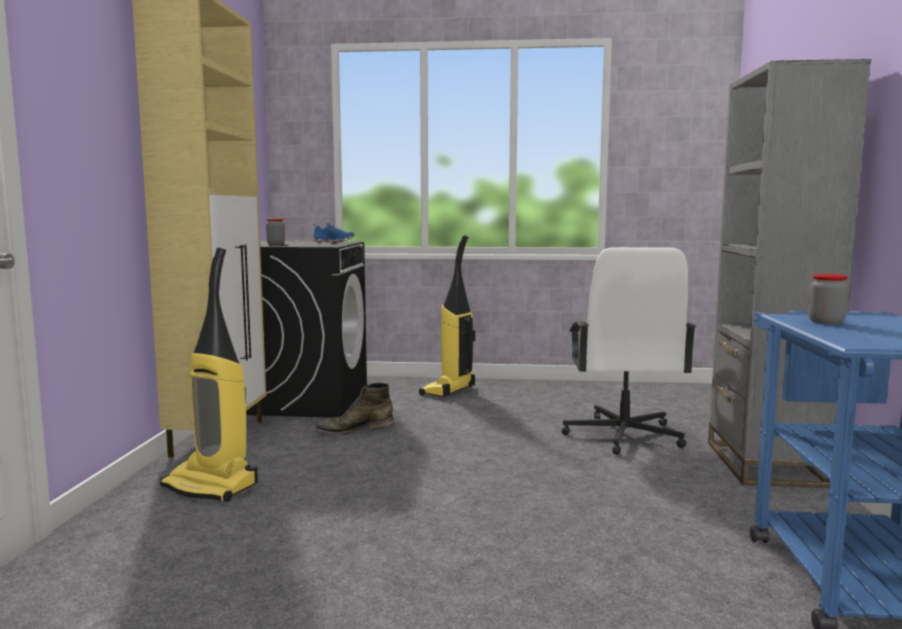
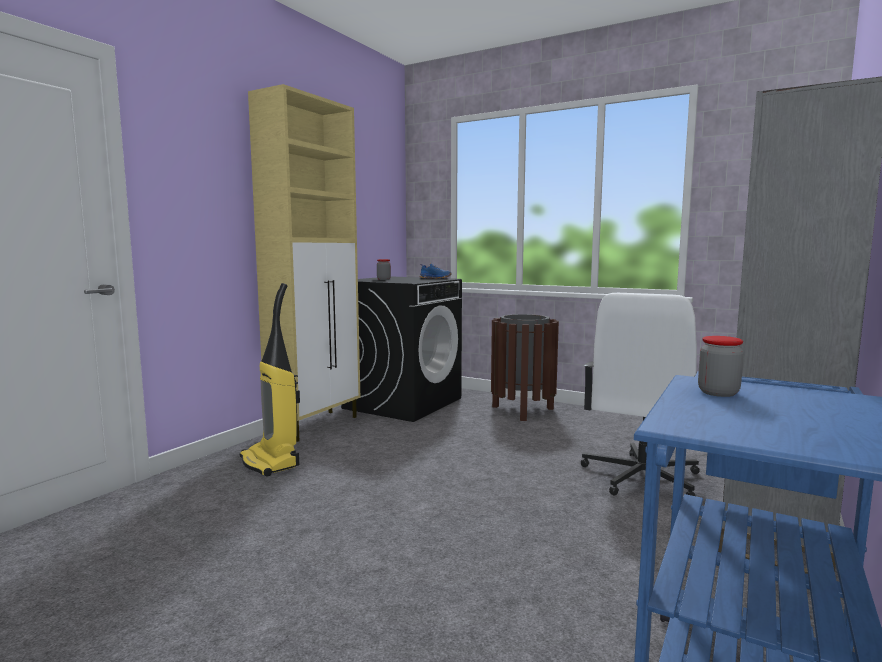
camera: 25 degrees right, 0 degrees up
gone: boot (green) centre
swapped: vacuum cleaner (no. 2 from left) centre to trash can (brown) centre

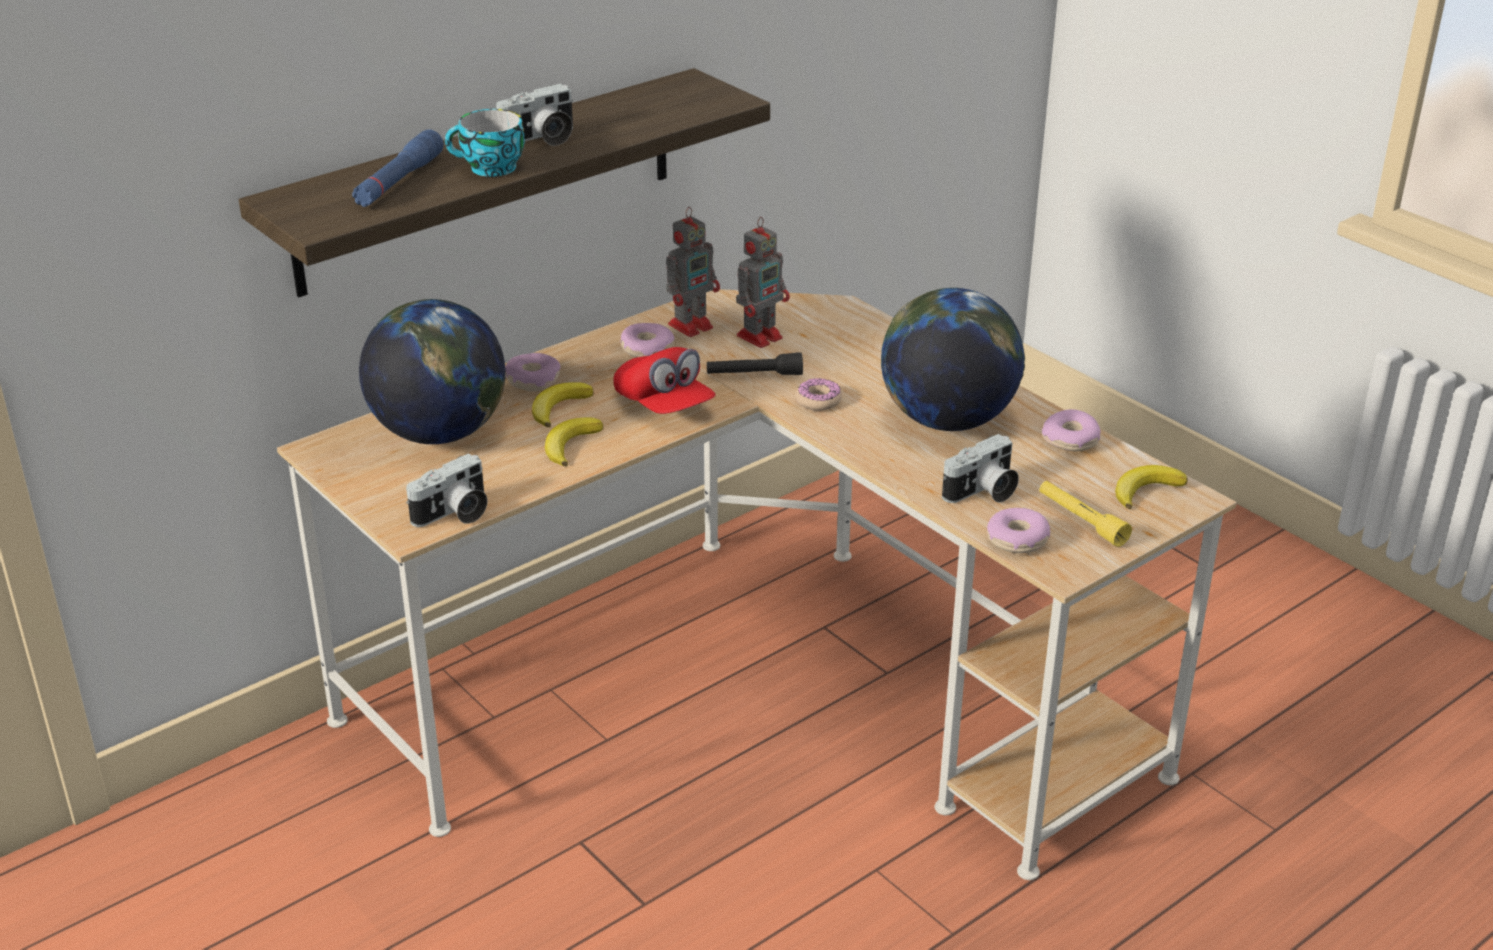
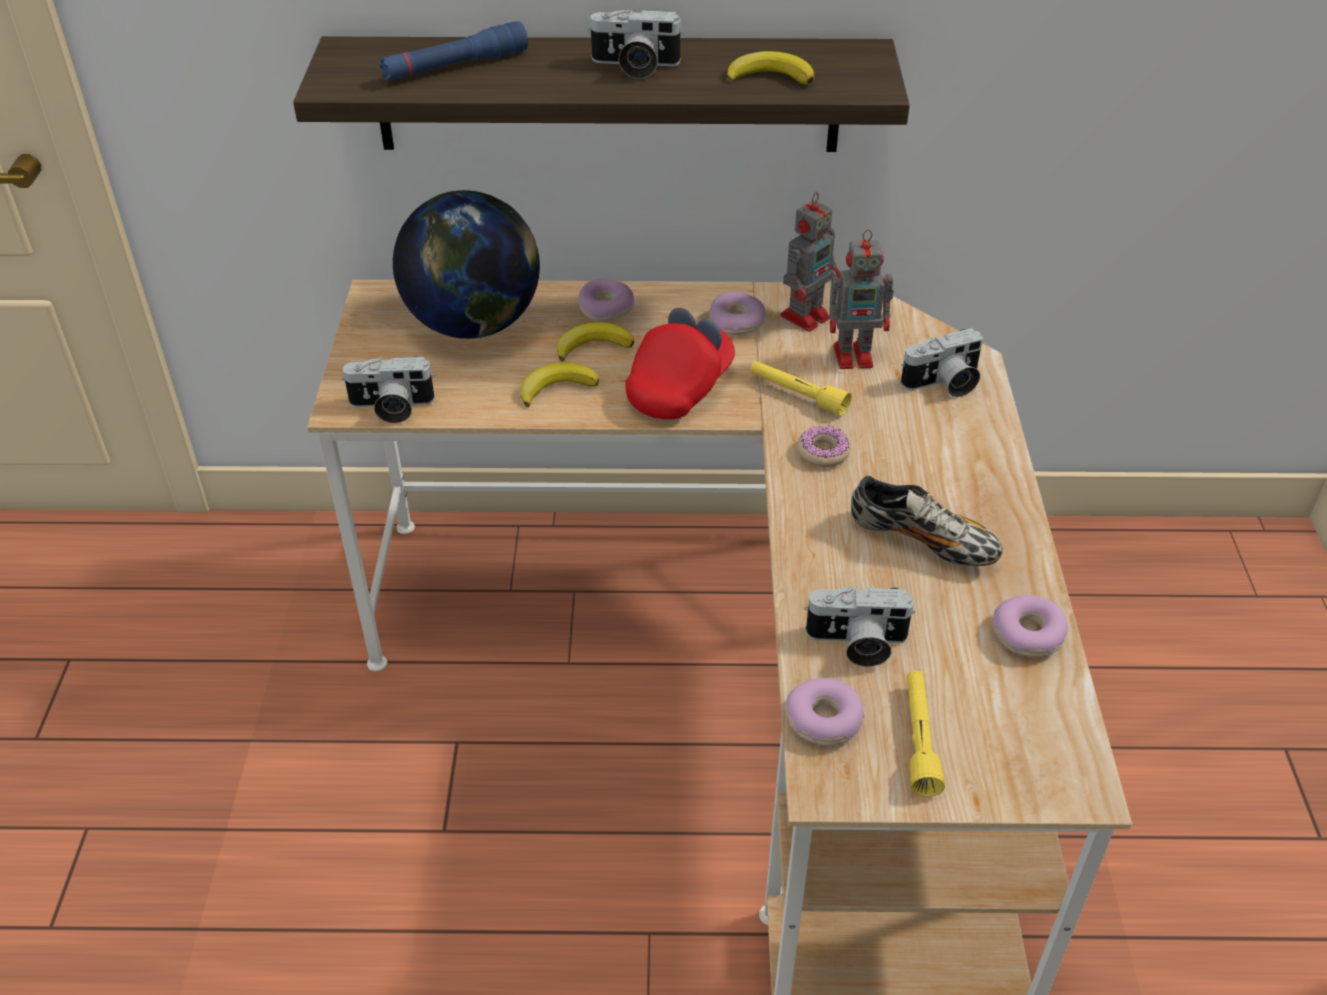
camera: 40 degrees right, 10 degrees up
gone: cup top left
new: photo camera (no. 4 from left) middle right
shifted: banana (no. 3 from left) middle right to top centre
swapped: globe (no. 2 from left) centre to shoe middle right
repainted: flashlight (black) centre to flashlight (yellow) (no. 1 from left) centre
rotated: cap (red) centre = centre 150 degrees counterclockwise; toy robot (no. 1 from left) top centre = top centre 45 degrees counterclockwise

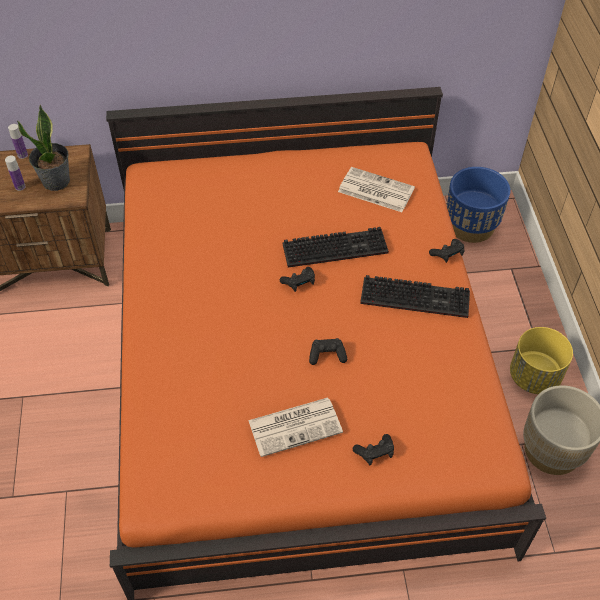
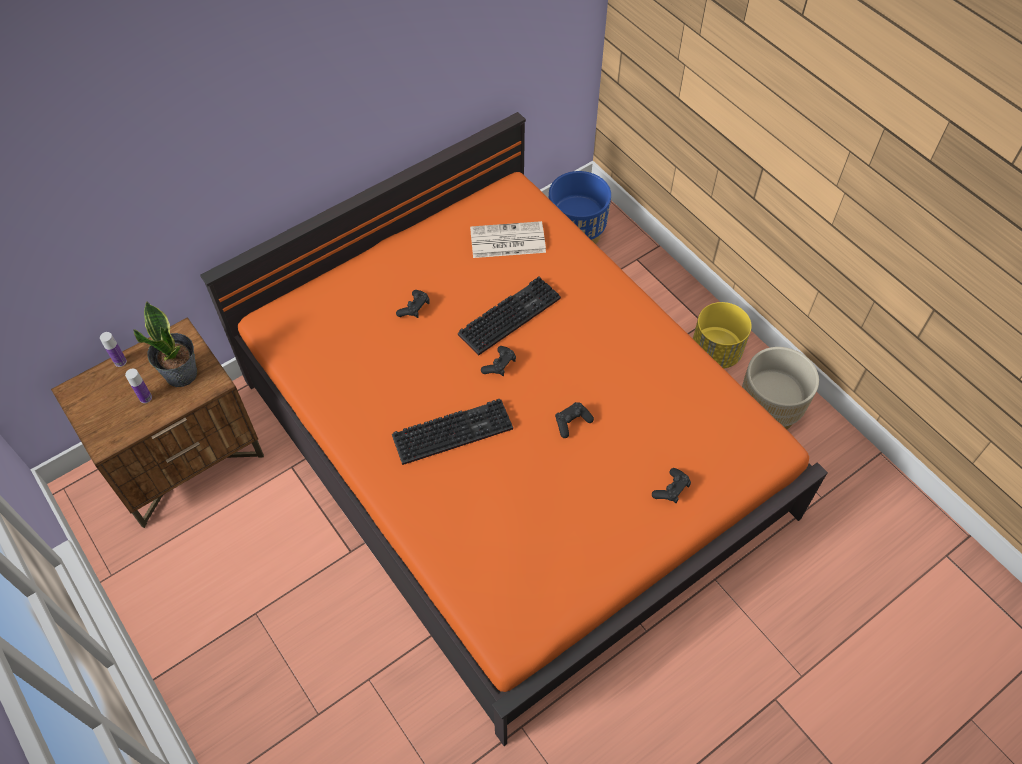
camera: 30 degrees left, 5 degrees up
gone: newspaper (no. 1 from left) bottom centre
shifted: keyboard (no. 2 from left in the first image) middle right to keyboard (no. 1 from left) centre; game controller (black) (no. 4 from left in the first image) middle right to game controller (black) (no. 1 from left) centre

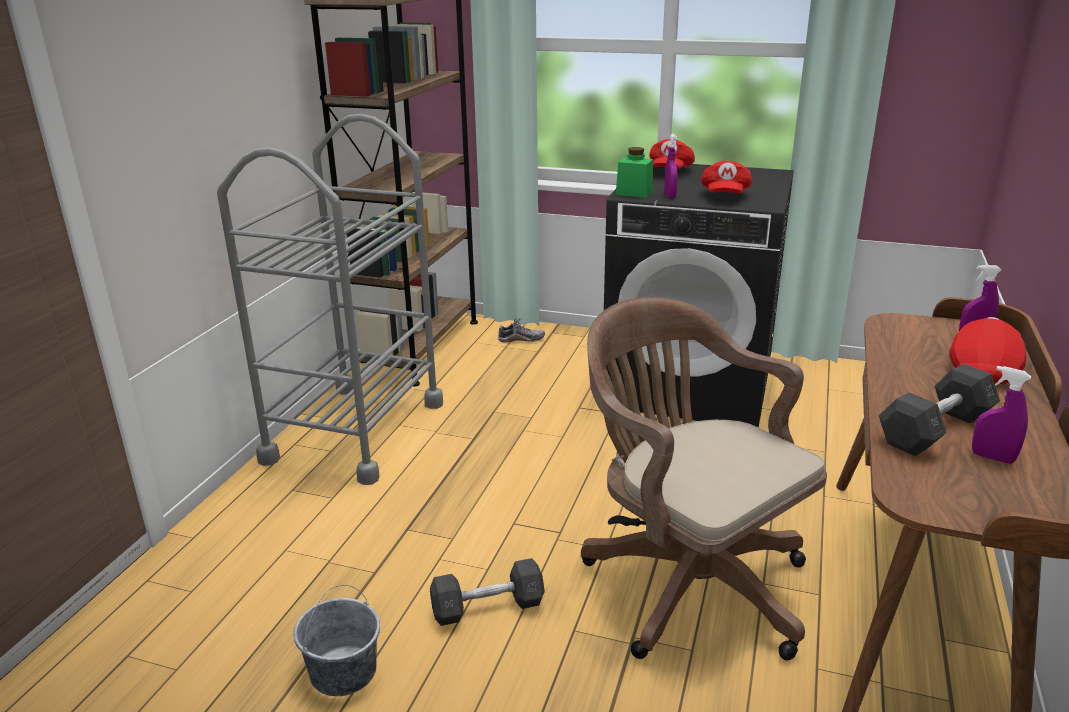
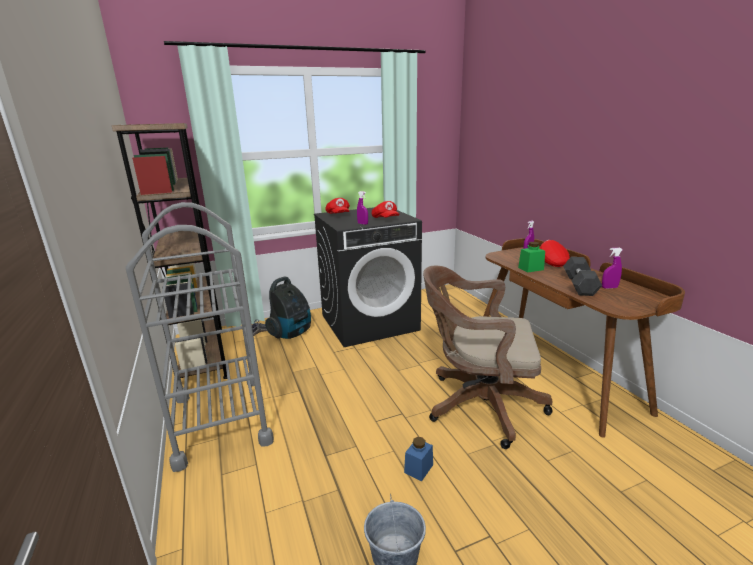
camera: 40 degrees left, 5 degrees down
new: vacuum cleaner centre
shifted: jar (green) top centre to middle right
swapped: dumbbell (grey) (no. 1 from left) bottom centre to jar (blue) bottom centre

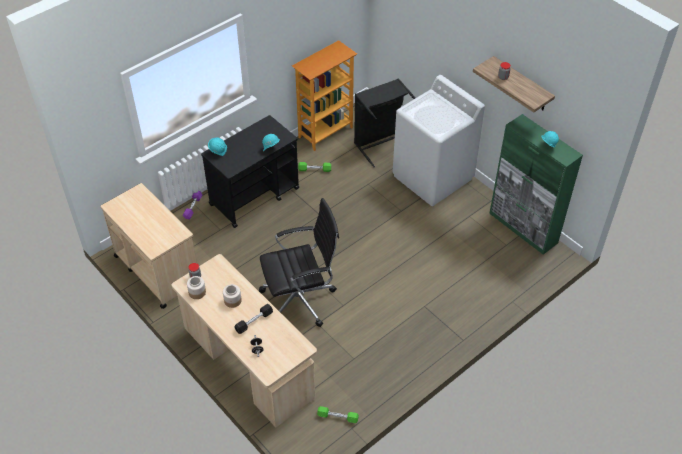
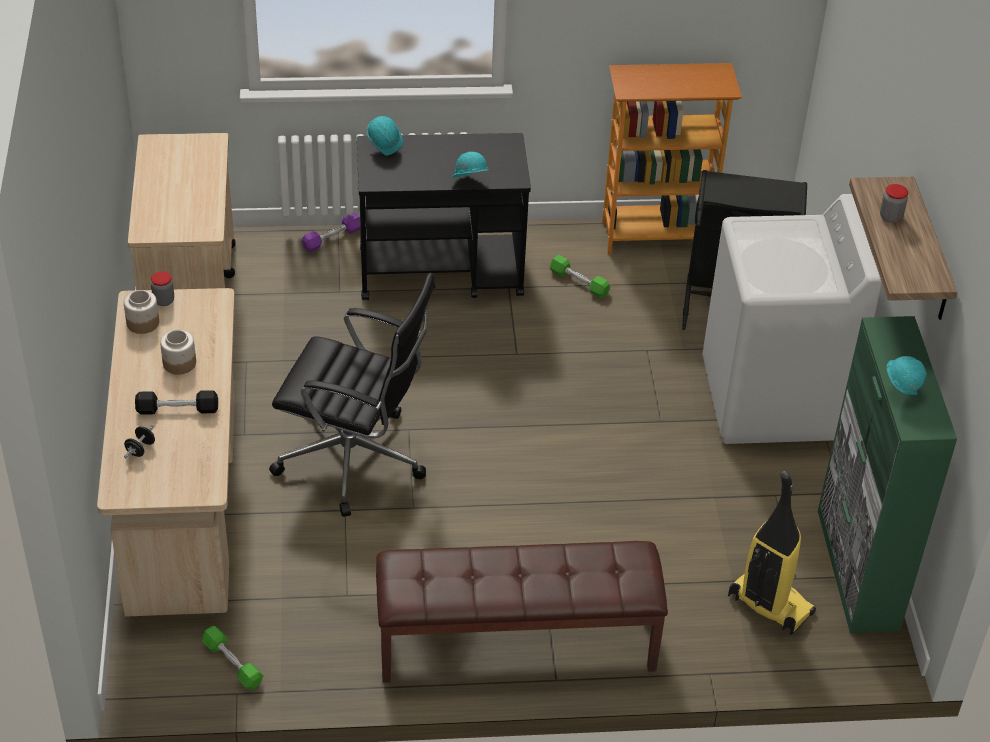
camera: 35 degrees right, 5 degrees down
new: bench (brown) bottom centre; vacuum cleaner bottom right

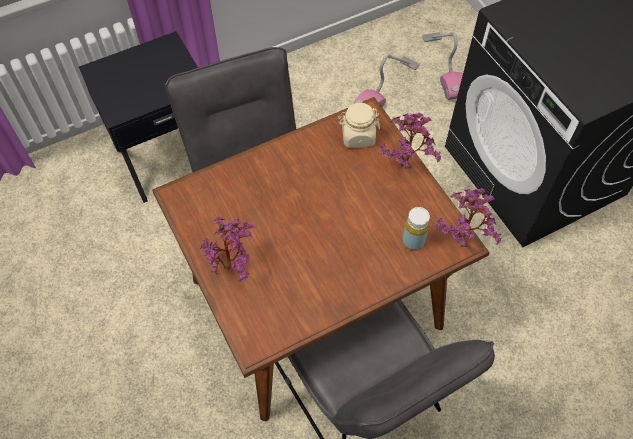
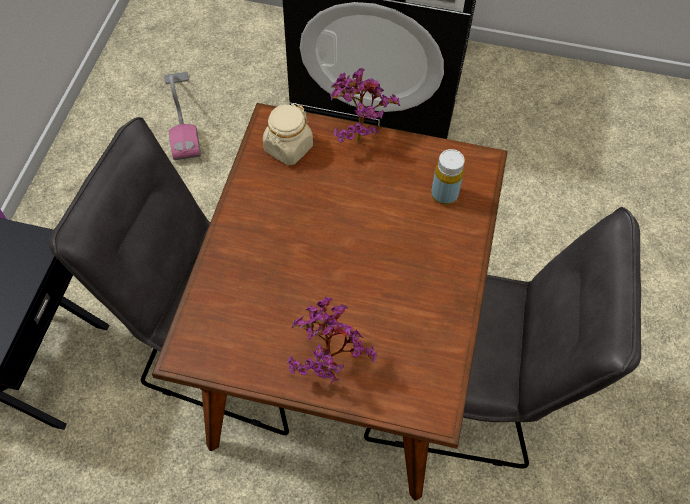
camera: 50 degrees left, 0 degrees up
gone: vacuum cleaner (no. 2 from left) top right; potted plant (no. 3 from left) middle right

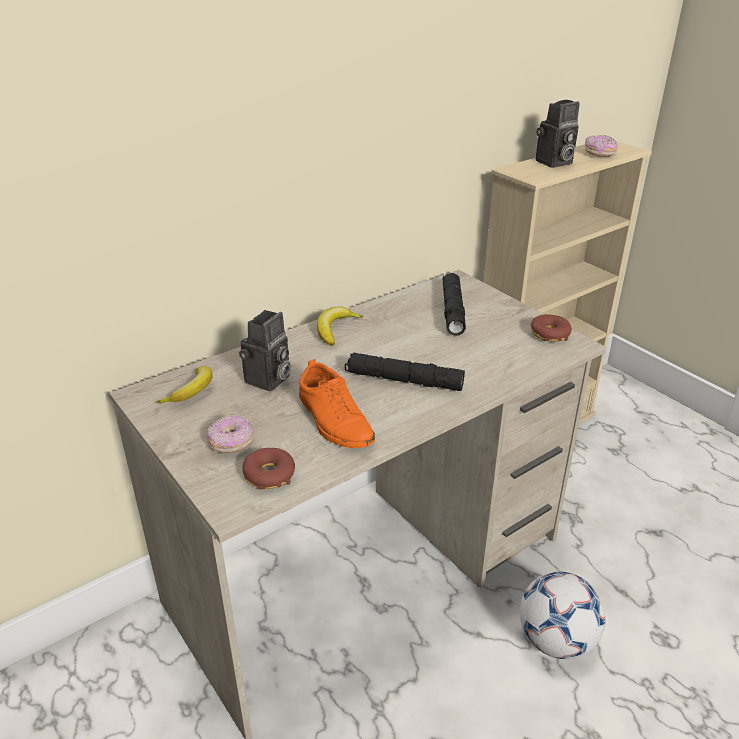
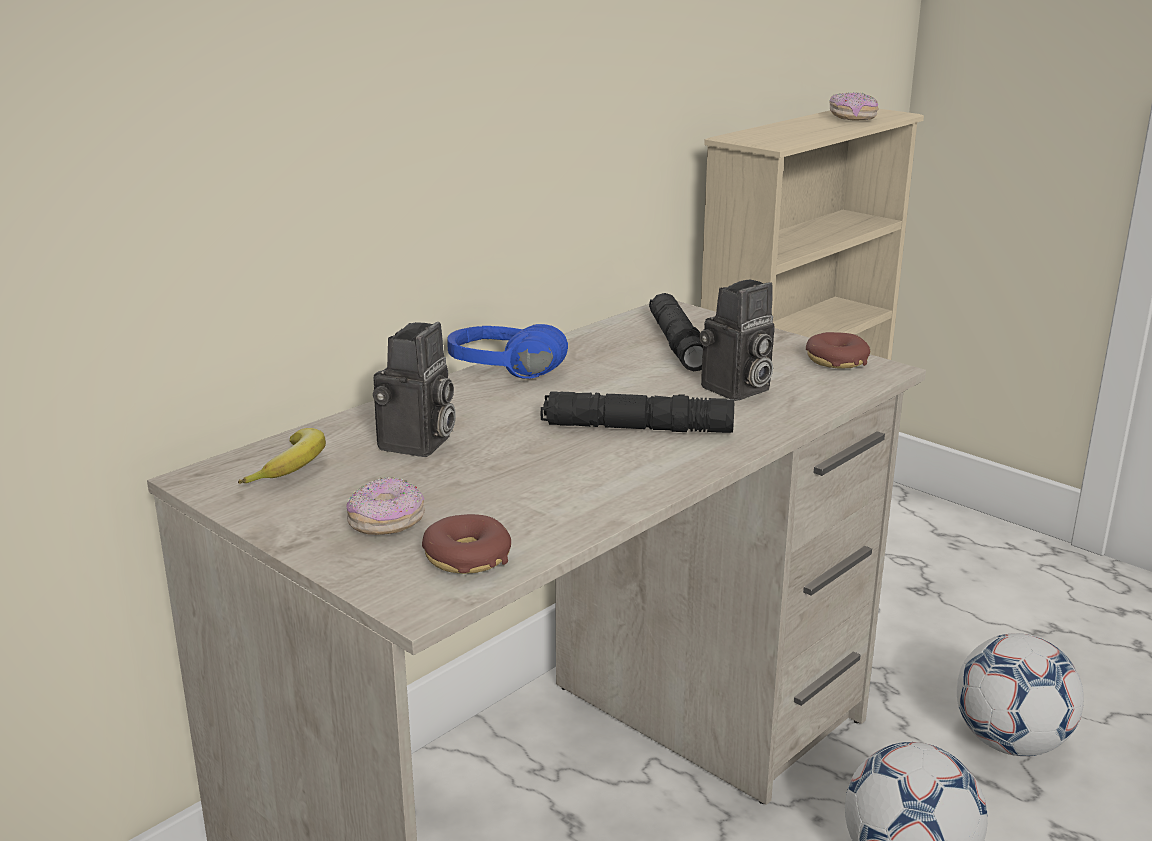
camera: 10 degrees left, 10 degrees down
gone: shoe (orange) centre
new: football (no. 2 from left) bottom right
shifted: photo camera (no. 2 from left) top right to centre
swapped: banana (no. 2 from left) centre to headphones (blue) centre

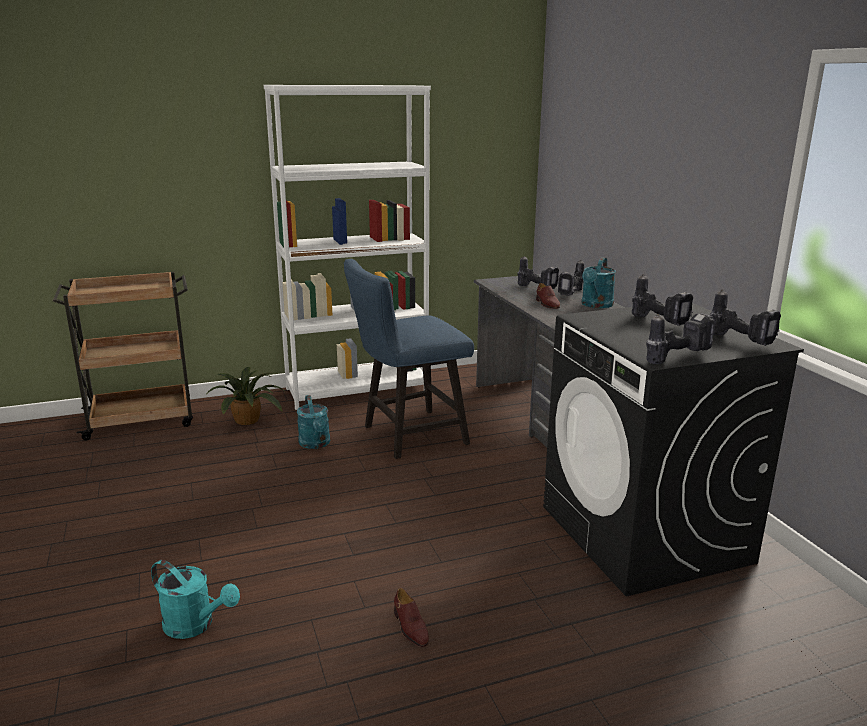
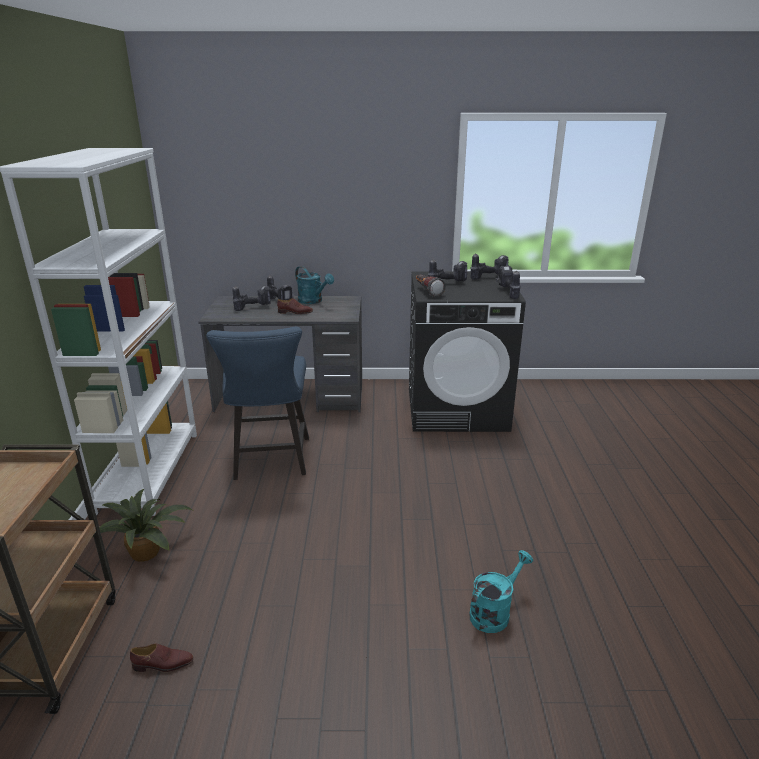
camera: 70 degrees left, 5 degrees up
gone: watering can (turquoise) (no. 2 from left) centre
new: flashlight centre
shifted: shoe (brown) (no. 1 from left) bottom centre to bottom left

